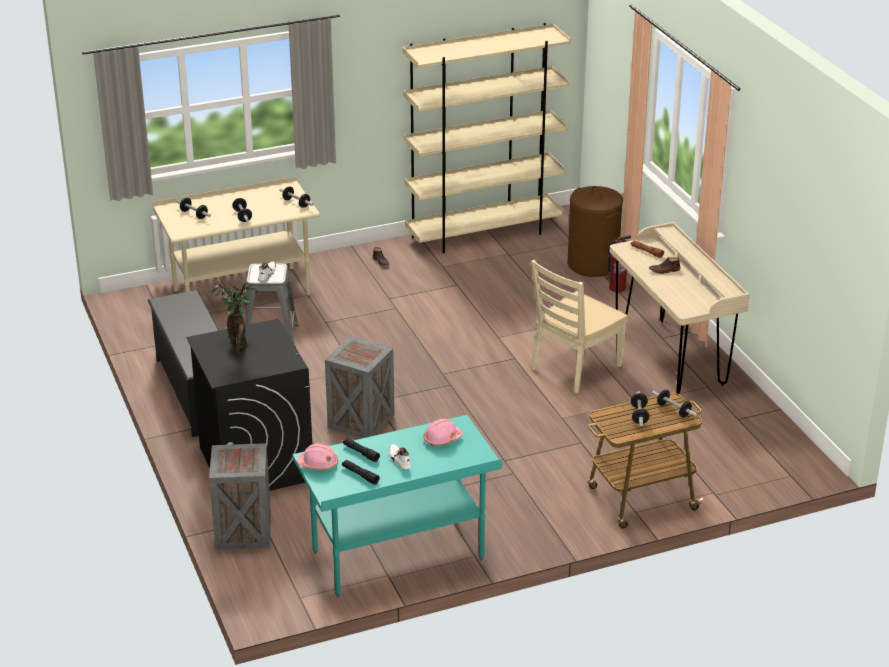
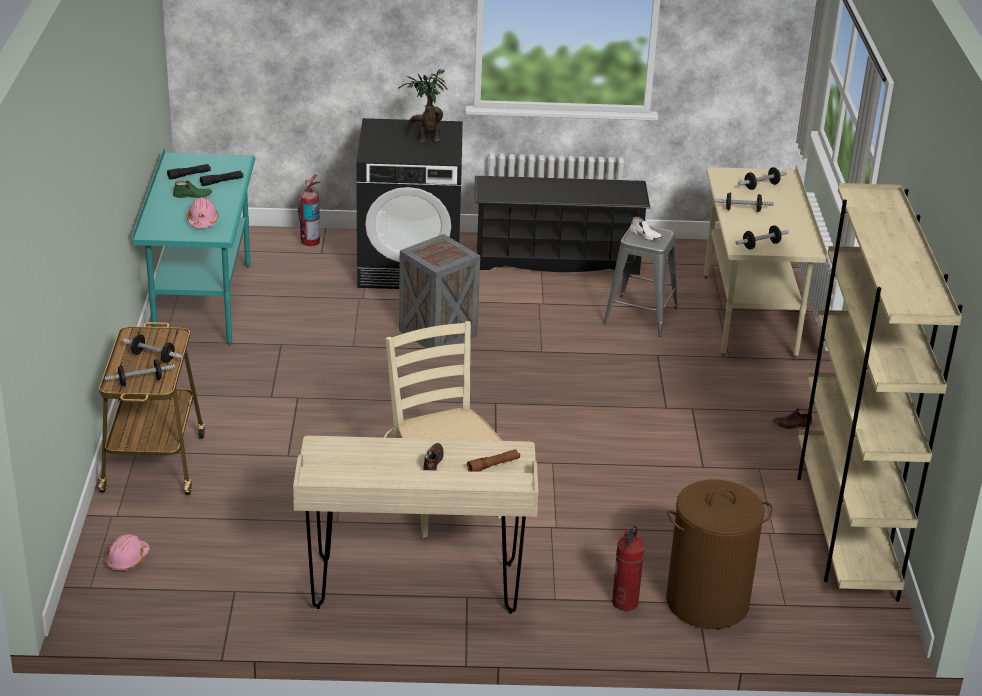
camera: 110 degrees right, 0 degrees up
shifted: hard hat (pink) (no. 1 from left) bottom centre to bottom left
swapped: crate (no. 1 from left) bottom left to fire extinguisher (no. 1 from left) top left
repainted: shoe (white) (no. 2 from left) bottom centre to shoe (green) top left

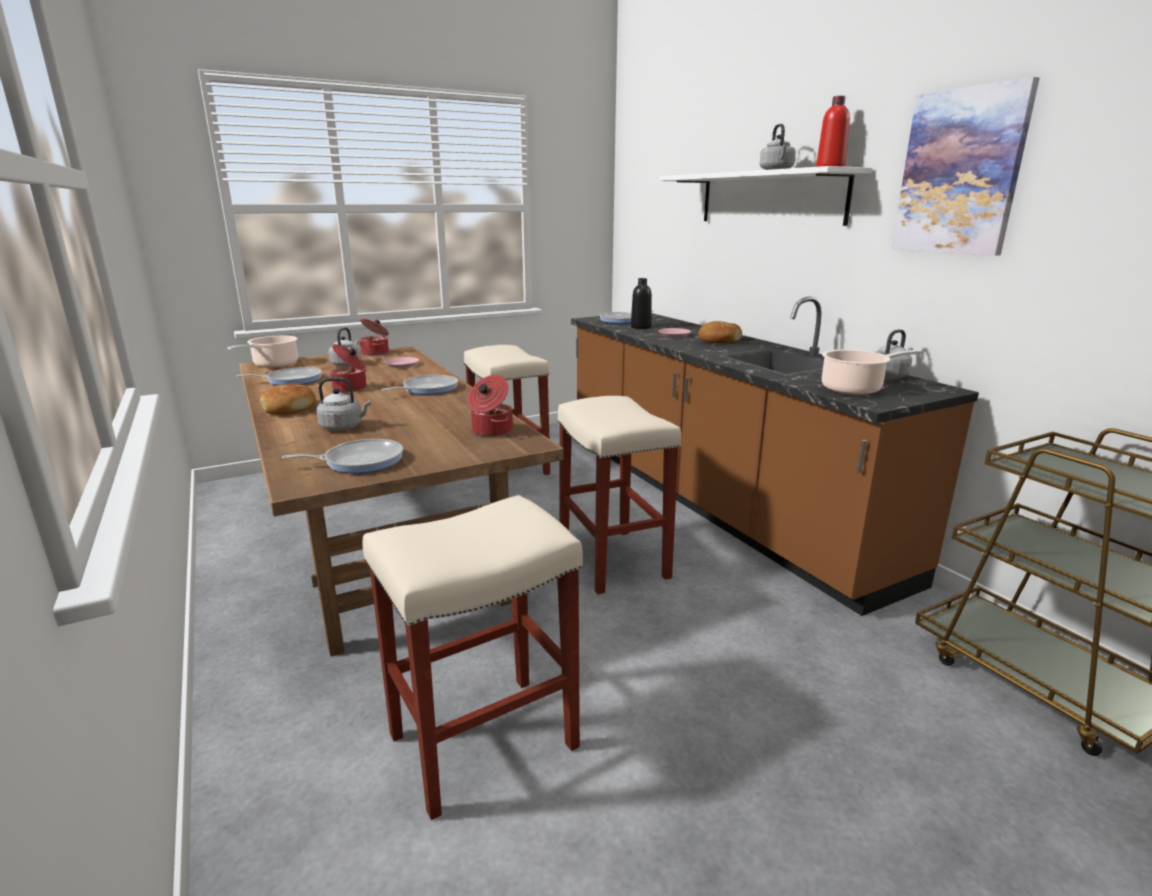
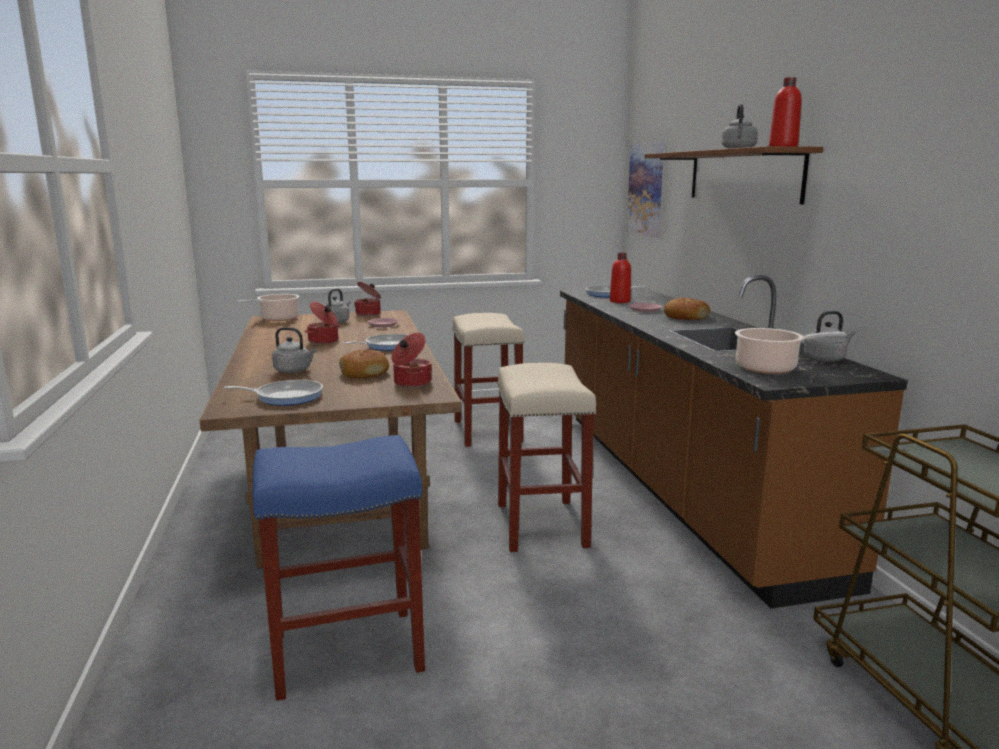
camera: 15 degrees right, 5 degrees down
gone: frying pan (no. 1 from left) middle left
shifted: bread (no. 1 from left) middle left to centre; picture top right to top centre
repainted: stool (beige) (no. 1 from left) bottom centre to stool (blue) bottom centre; bottle (black) centre to bottle (red) (no. 1 from left) centre; shelf (white) top centre to shelf (brown) top right

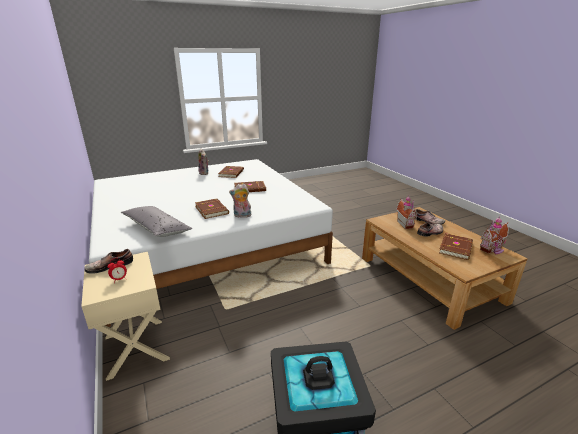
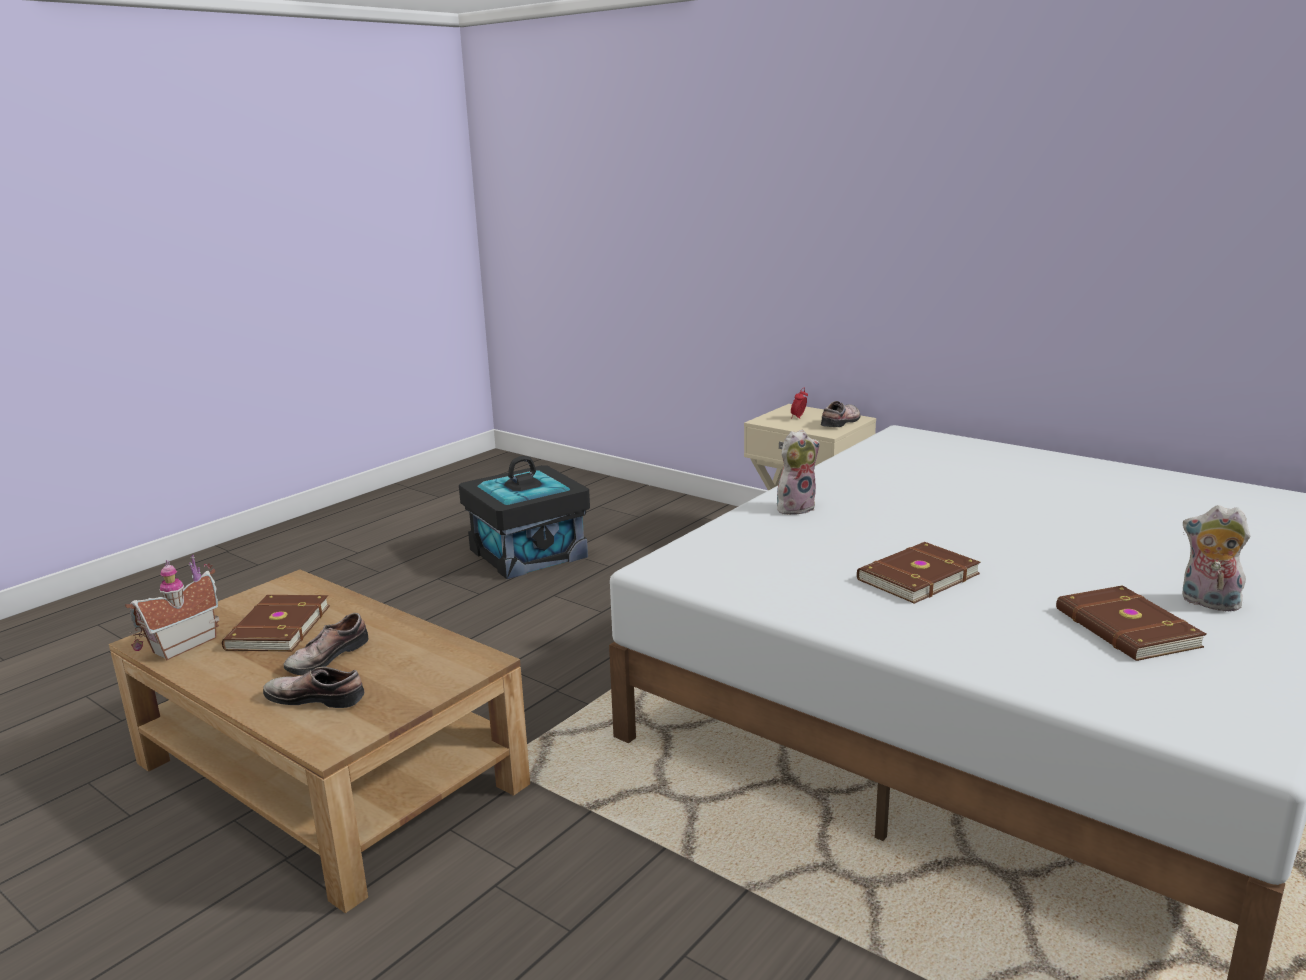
camera: 155 degrees right, 5 degrees down
gone: pillow (grey) middle left; book (brown) (no. 1 from left) centre; toy house (no. 1 from left) middle right

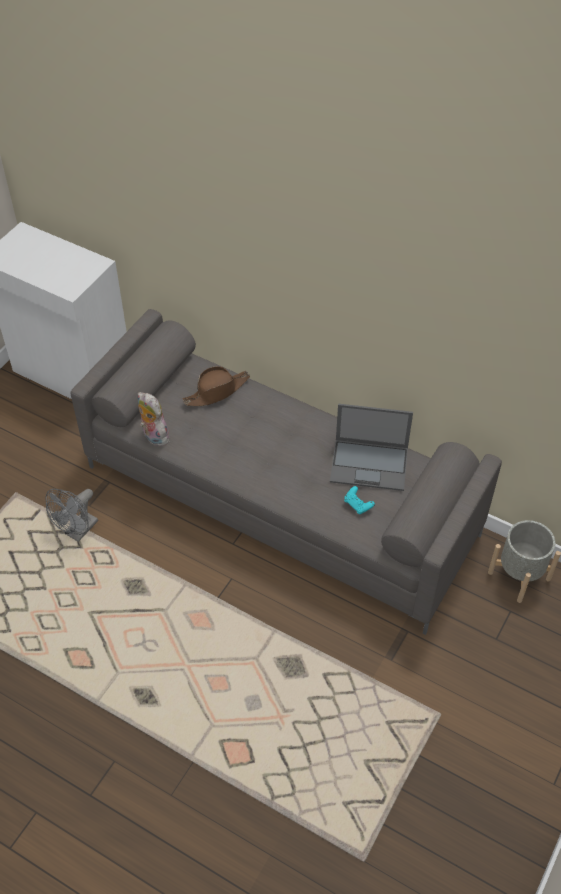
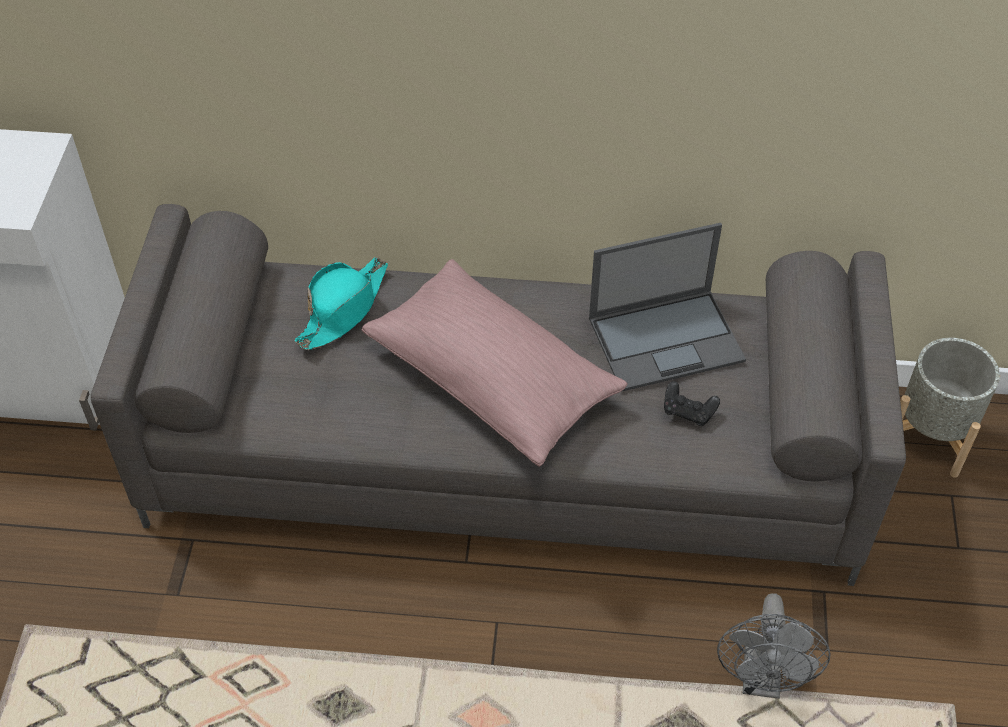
camera: 25 degrees left, 0 degrees up
gone: plush toy middle left
new: pillow (pink) centre
shifted: fan (grey) middle left to bottom right
repainted: hat (brown) centre to hat (turquoise) centre; game controller (turquoise) centre to game controller (black) middle right

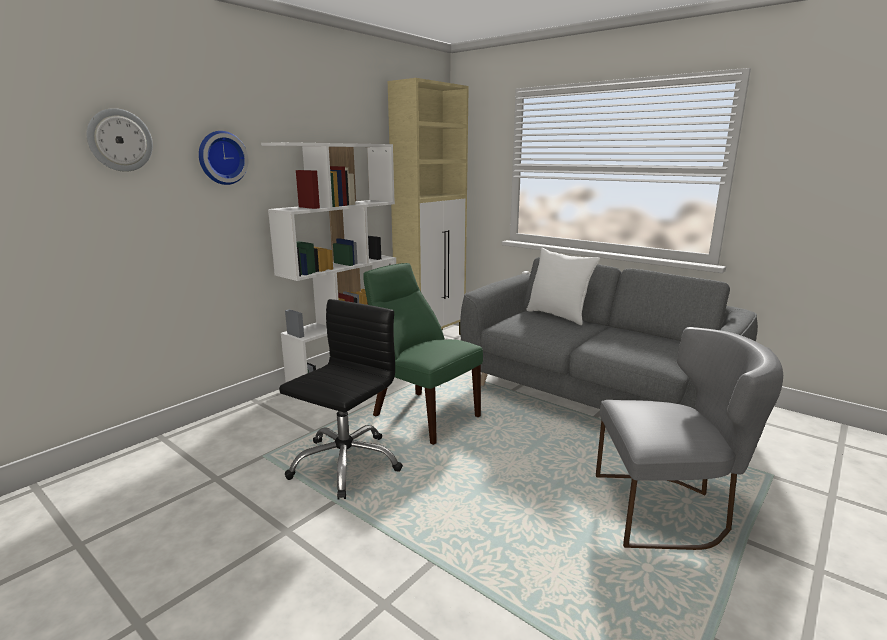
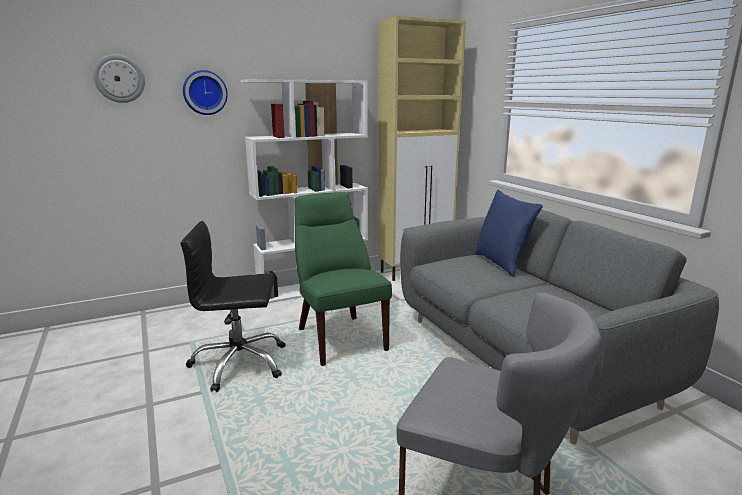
camera: 25 degrees right, 0 degrees up
repainted: pillow (white) centre to pillow (blue) middle right
rotated: office chair (black) centre = middle left 150 degrees counterclockwise

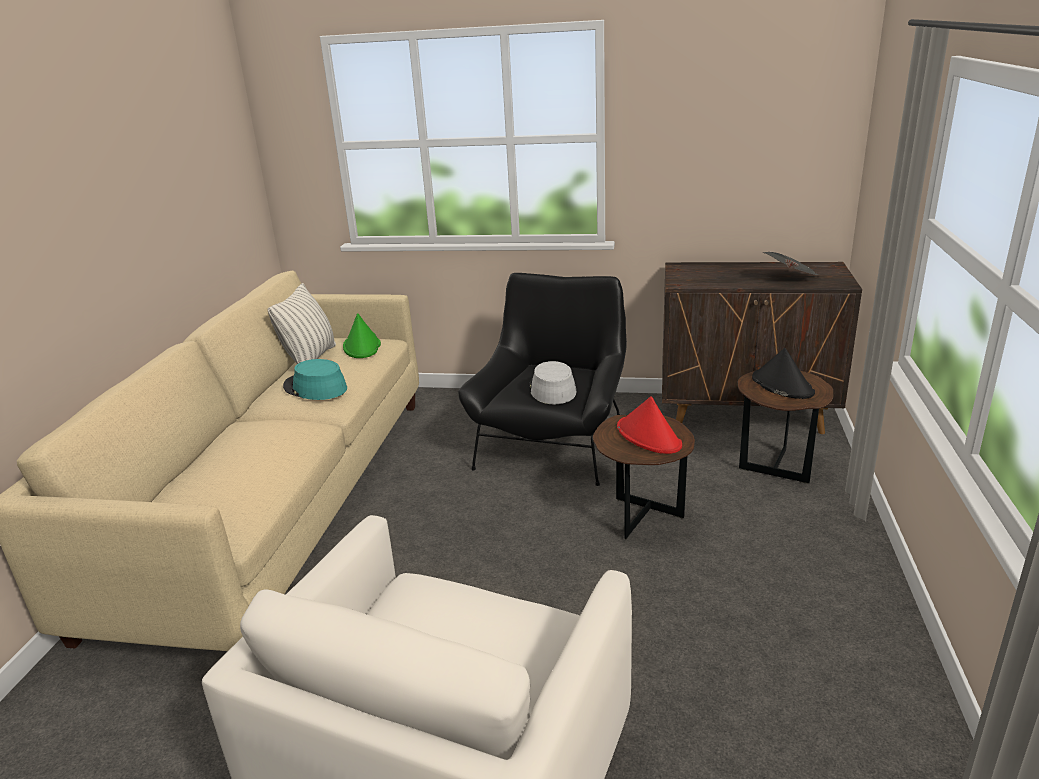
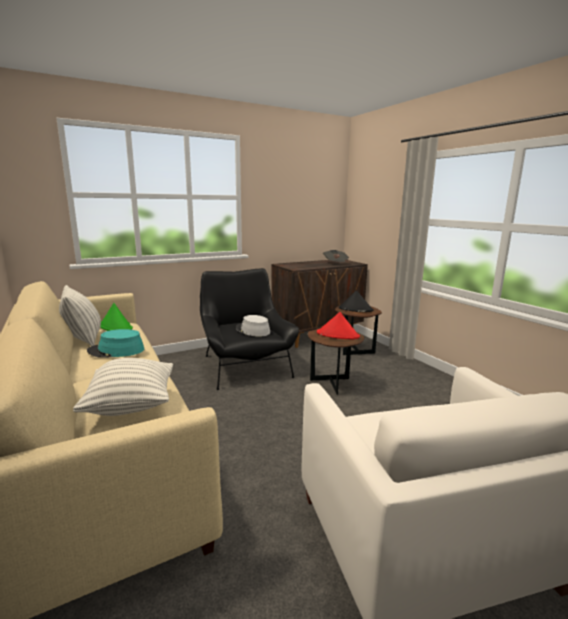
camera: 40 degrees left, 10 degrees down
new: pillow (no. 2 from left) middle left

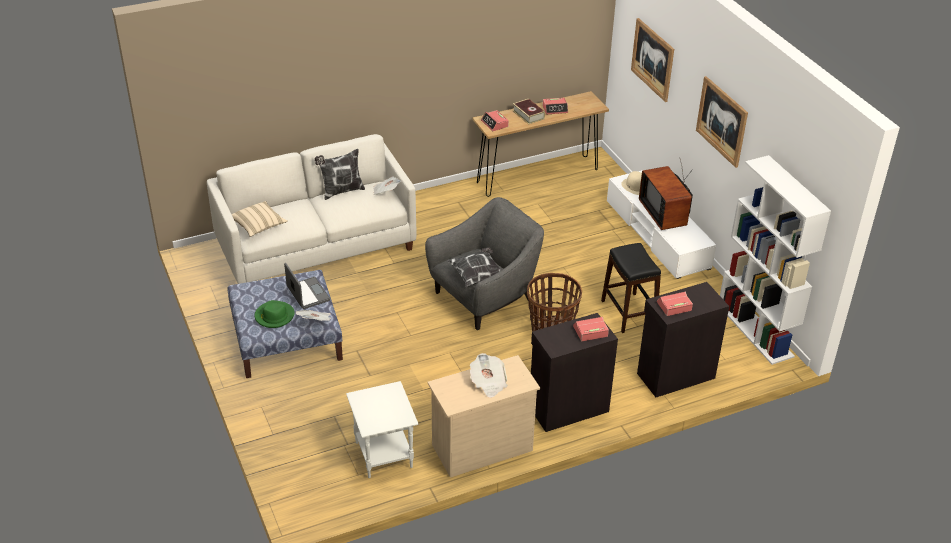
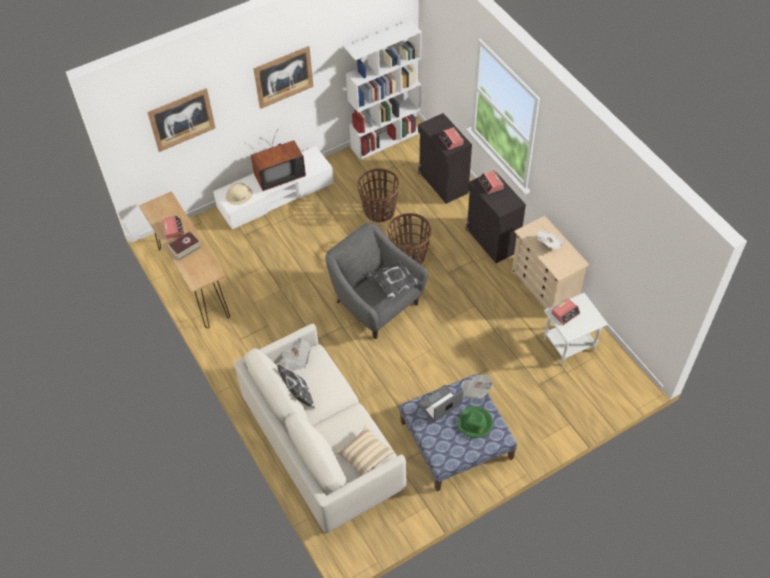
camera: 95 degrees left, 15 degrees up
shifted: alarm clock (no. 1 from left in the first image) top centre to alarm clock (no. 4 from left) middle right
swapped: stool (black) centre to basket (no. 1 from left) centre

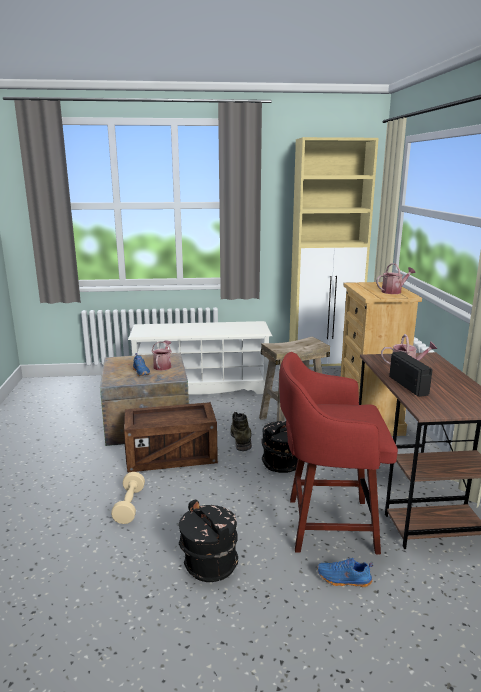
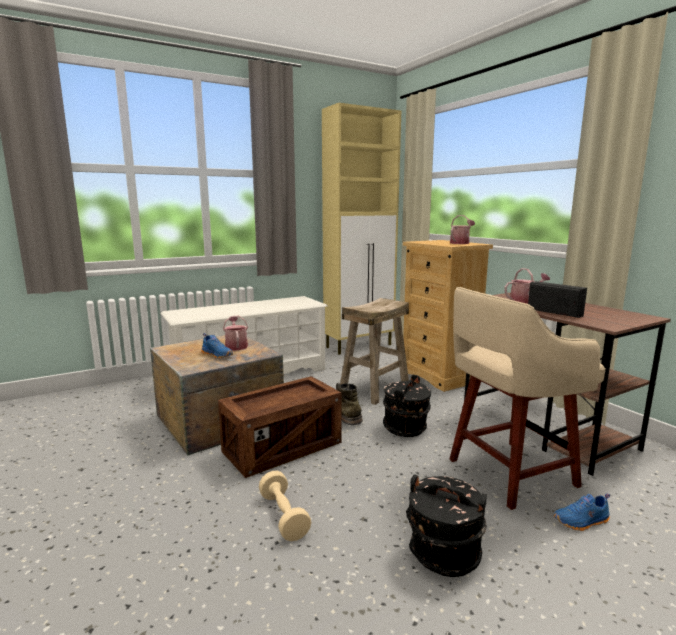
camera: 25 degrees left, 5 degrees down
repainted: stool (red) middle right to stool (beige) (no. 2 from left) middle right

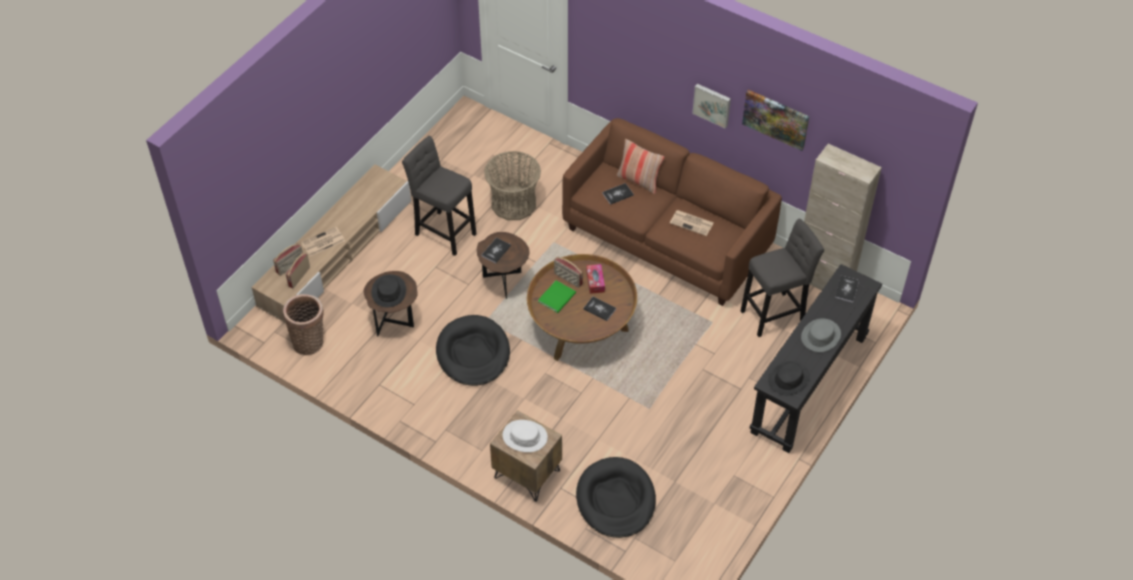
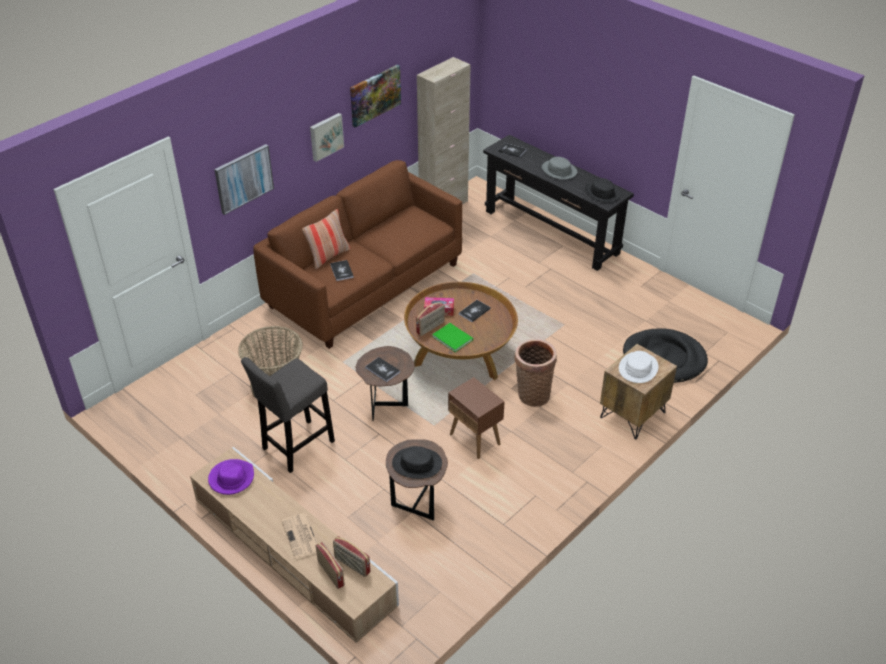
camera: 80 degrees left, 10 degrees down
gone: newspaper (no. 2 from left) centre; stool (grey) (no. 2 from left) middle right
new: hat (purple) bottom left; picture (no. 1 from left) top left
shifted: basket (no. 1 from left in the first image) middle left to basket (no. 2 from left) centre
swapped: dog bed (black) (no. 1 from left) centre to side table (brown) (no. 3 from left) centre

